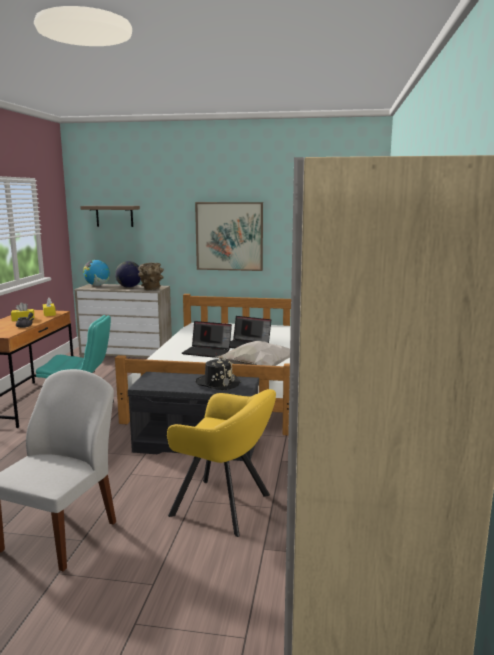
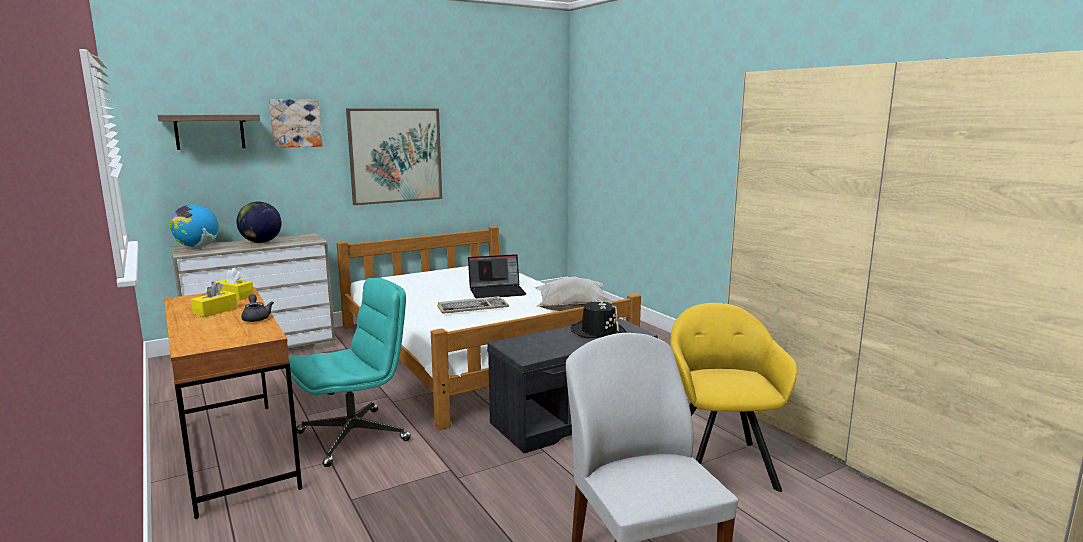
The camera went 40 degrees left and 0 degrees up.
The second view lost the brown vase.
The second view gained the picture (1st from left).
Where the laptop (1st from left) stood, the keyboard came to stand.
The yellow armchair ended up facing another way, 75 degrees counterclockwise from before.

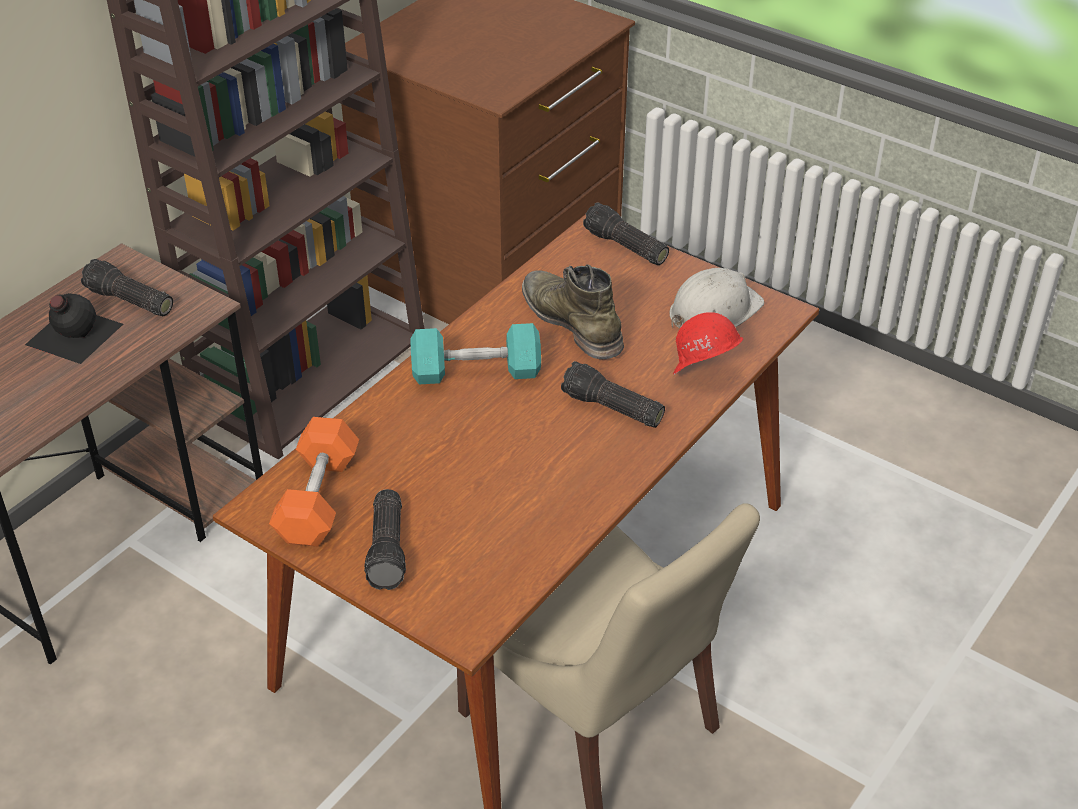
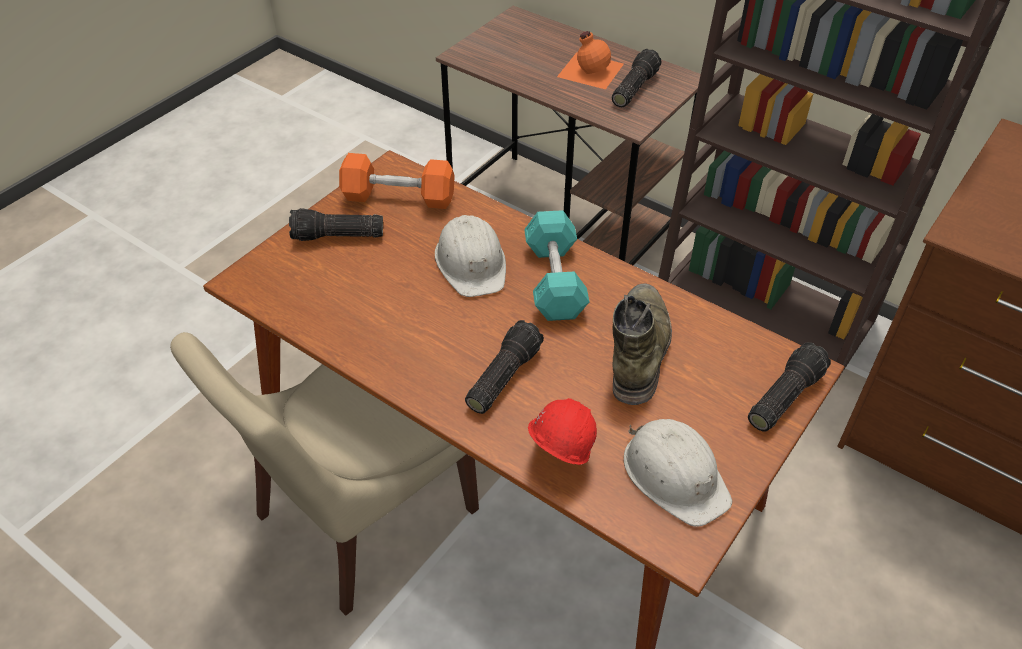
The camera went 90 degrees right and 5 degrees up.
The second view gained the white hard hat (1st from left).
What was the black bottle turned into the orange bottle.
The green boot ended up facing another way, 45 degrees counterclockwise from before.

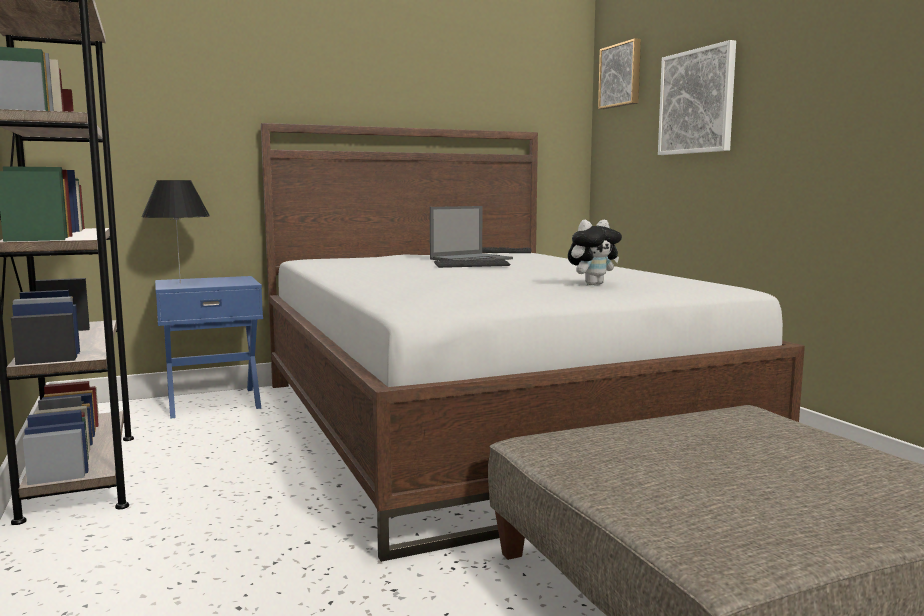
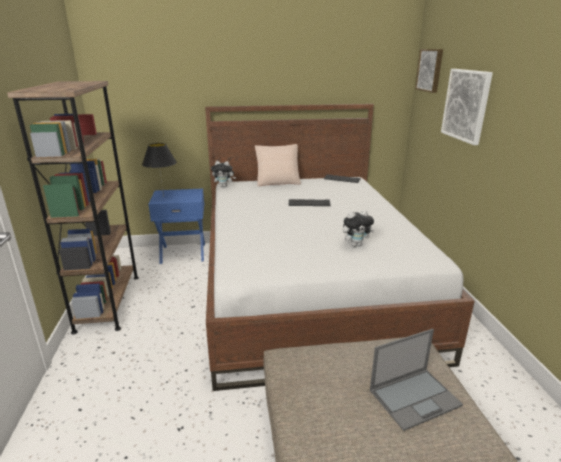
The camera went 15 degrees right and 15 degrees up.
The second view gained the plush toy (1st from left).
The second view gained the beige pillow.
The laptop ended up elsewhere.

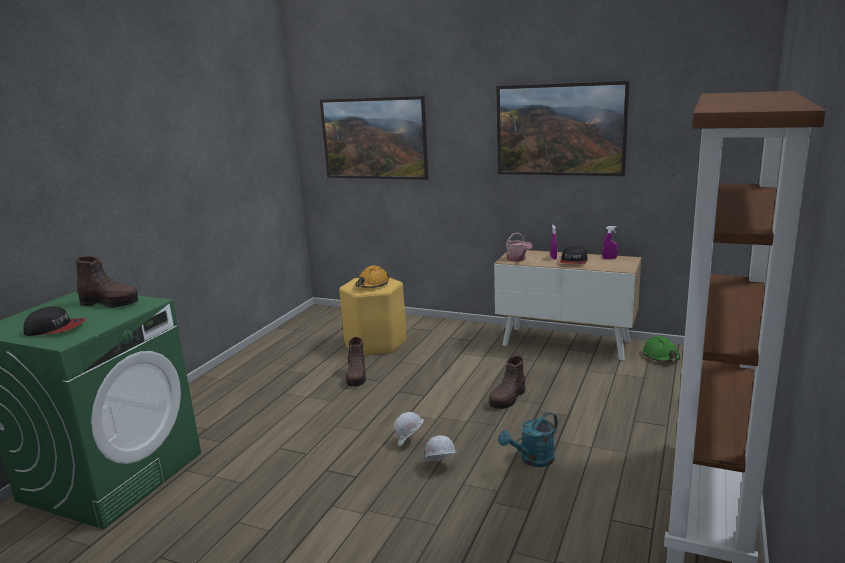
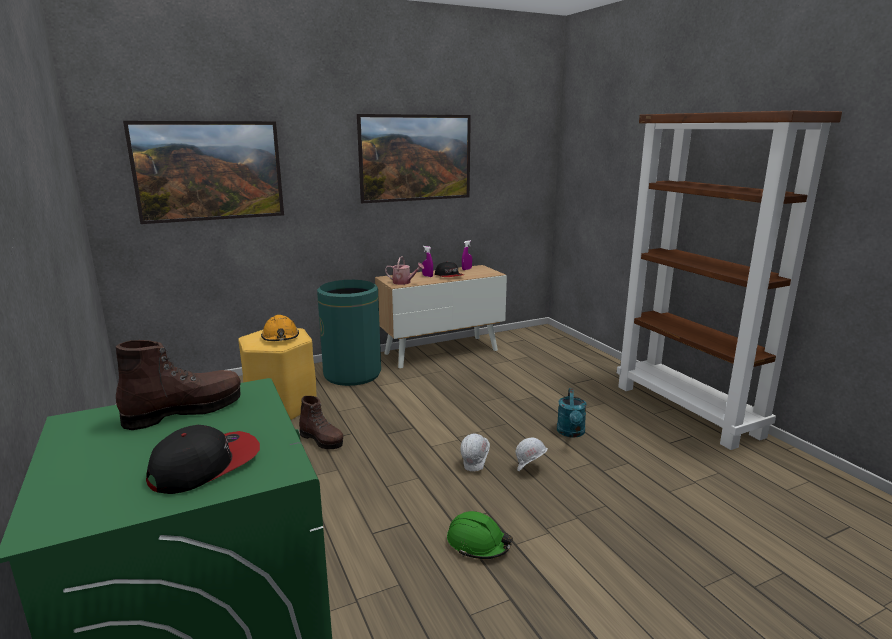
The camera went 50 degrees left and 0 degrees up.
The second view lost the brown boot (3rd from left).
The second view gained the green trash can.
The green hard hat ended up elsewhere.

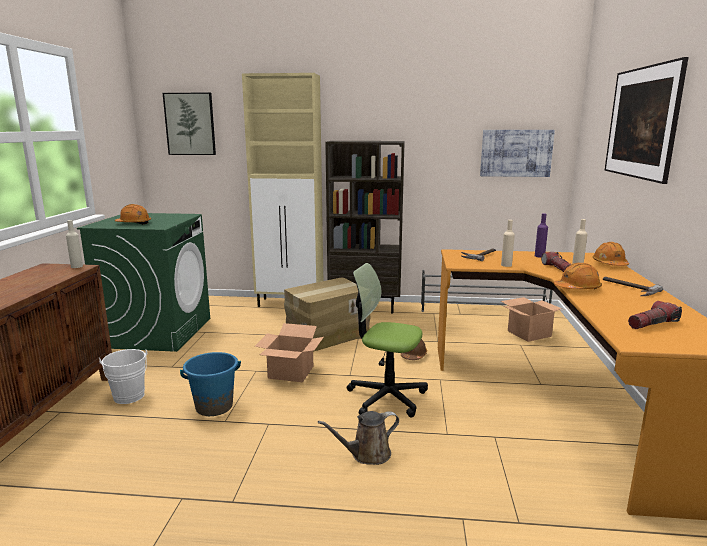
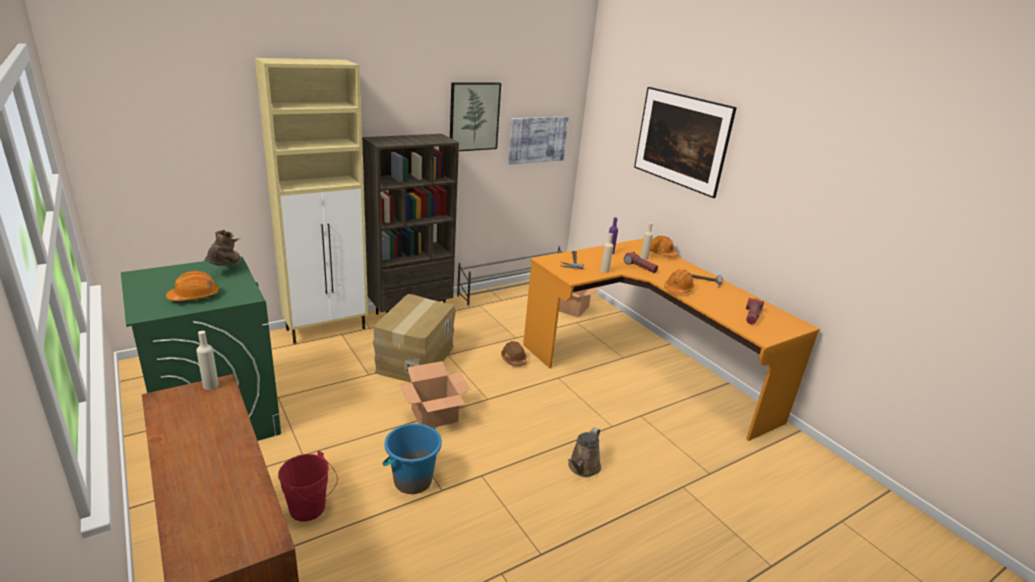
The camera went 40 degrees left and 10 degrees up.
The second view lost the office chair.
The second view gained the brown boot.
The picture (1st from left) ended up elsewhere.
What was the white bucket turned into the red bucket.

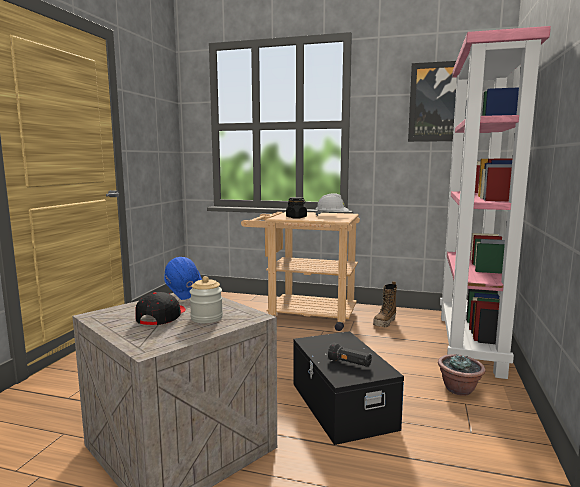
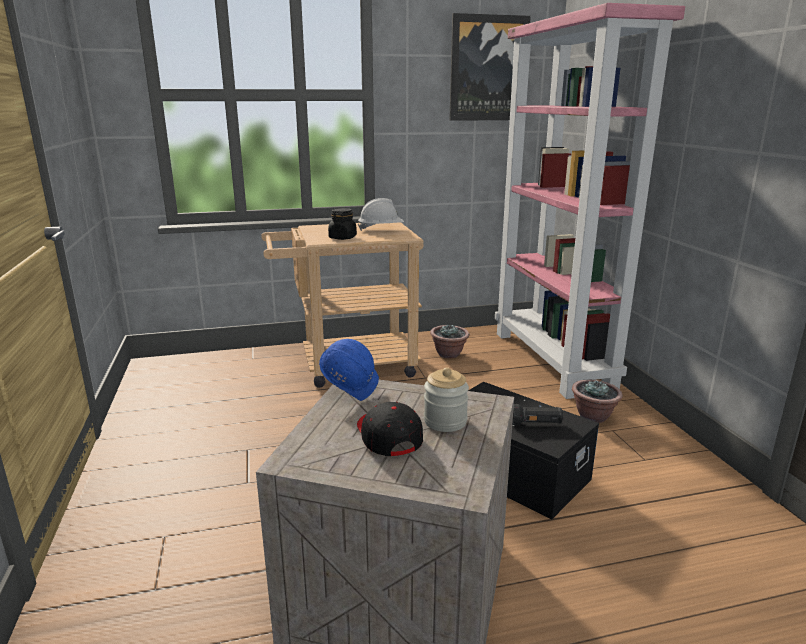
The camera went 30 degrees left and 10 degrees up.
Where the boot stood, the potted plant (1st from left) came to stand.

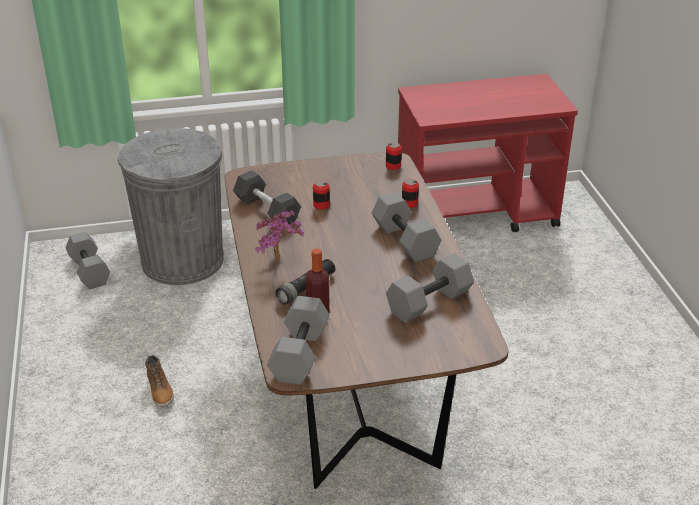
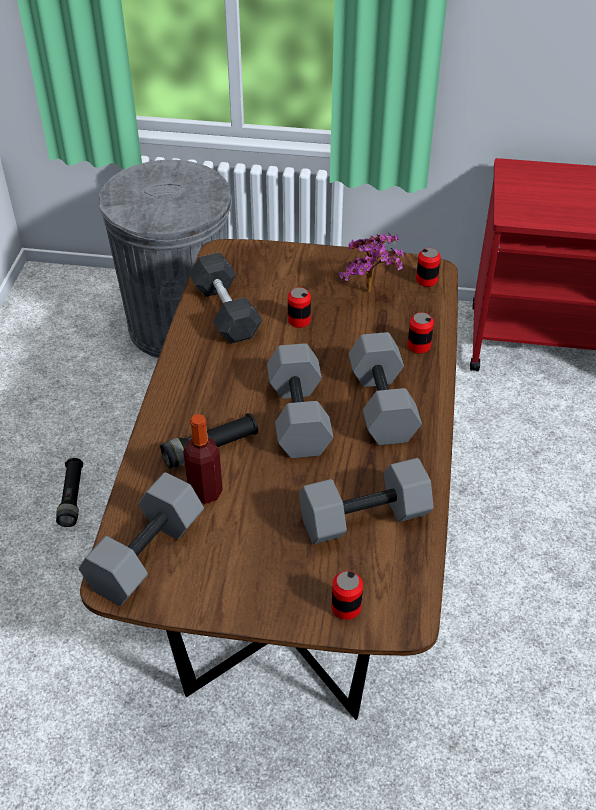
The camera went 20 degrees right and 10 degrees up.
The second view gained the can (2nd from left).
The grey dumbbell (1st from left in the first image) ended up elsewhere.
The potted plant ended up elsewhere.
Where the boot stood, the black flashlight (1st from left) came to stand.

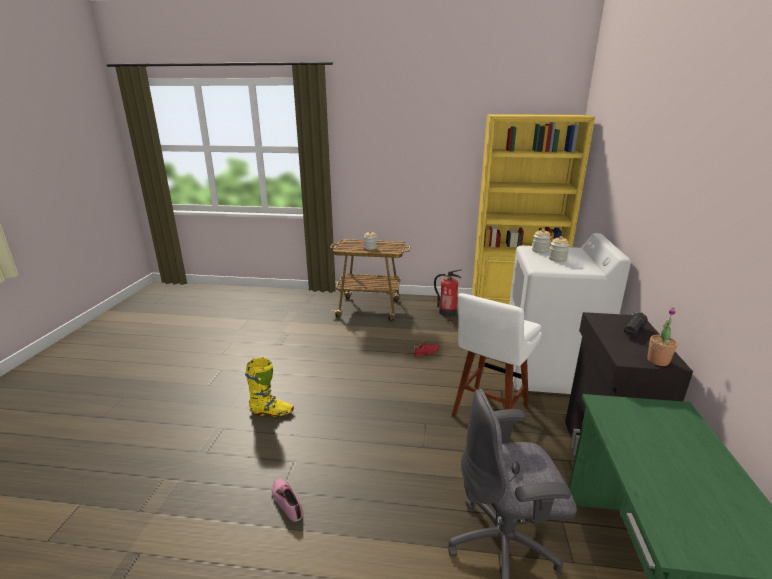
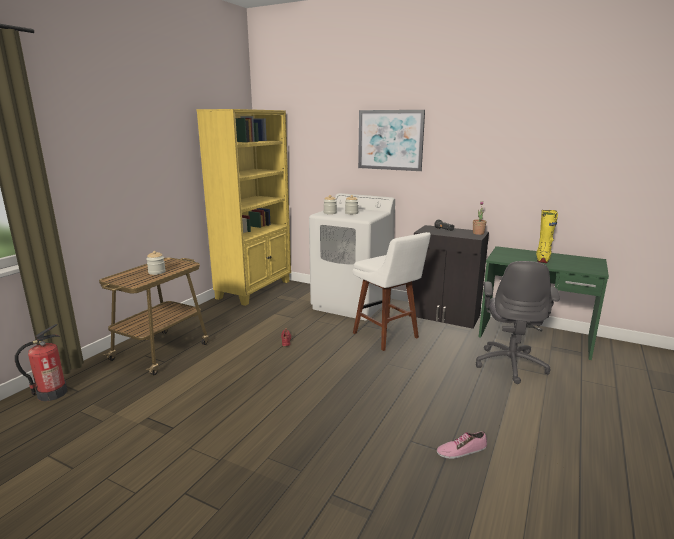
The camera went 70 degrees left and 5 degrees down.
The second view gained the picture.
The yellow boot ended up elsewhere.
The fire extinguisher ended up elsewhere.

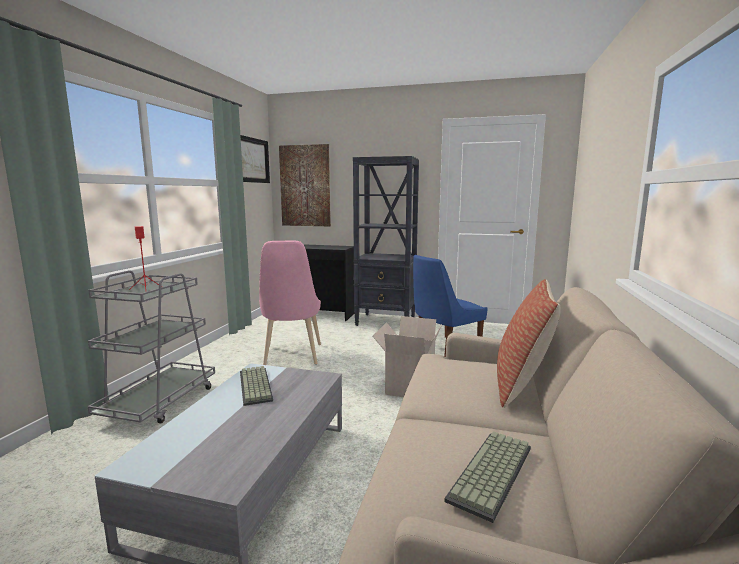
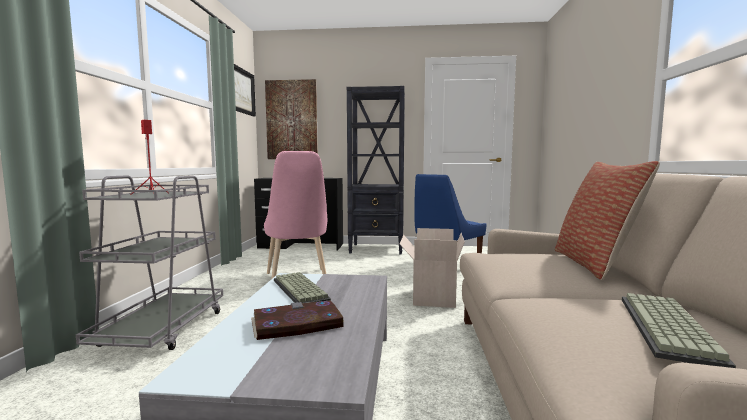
The camera went 10 degrees left and 5 degrees down.
The second view gained the book.

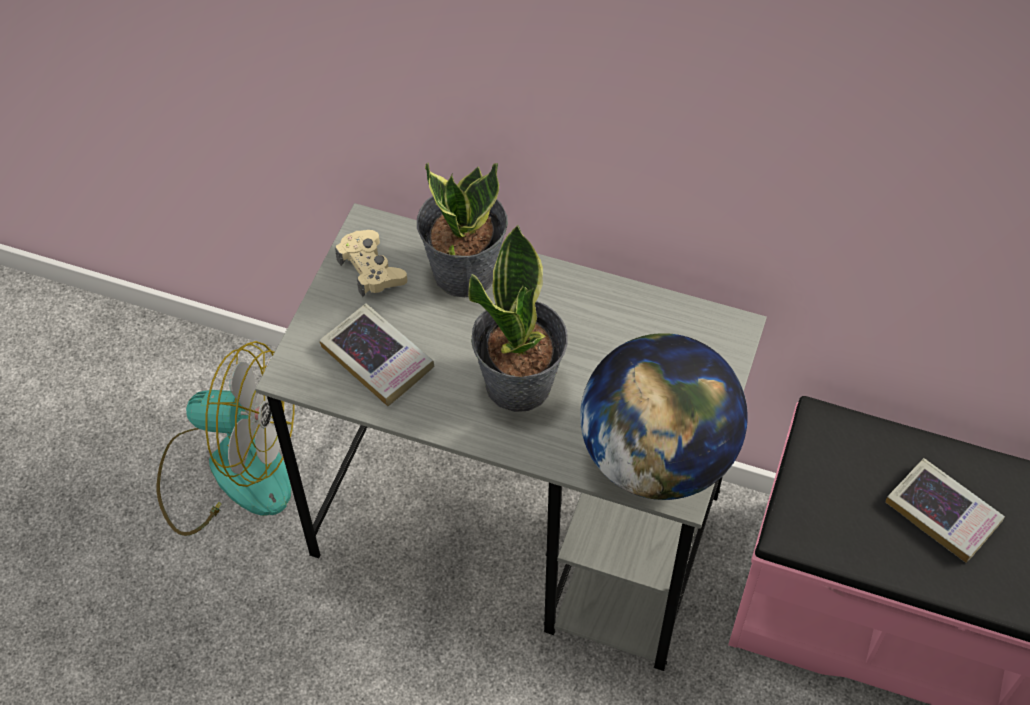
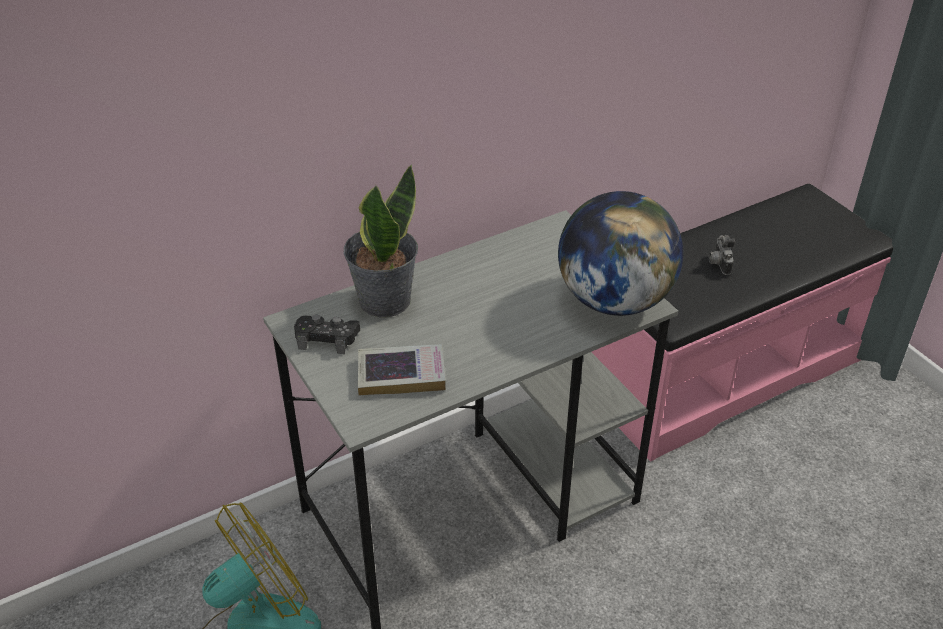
The camera went 50 degrees left and 15 degrees down.
The second view lost the potted plant (2nd from left).
Where the book (2nd from left) stood, the photo camera came to stand.
What was the beige game controller turned into the black game controller.

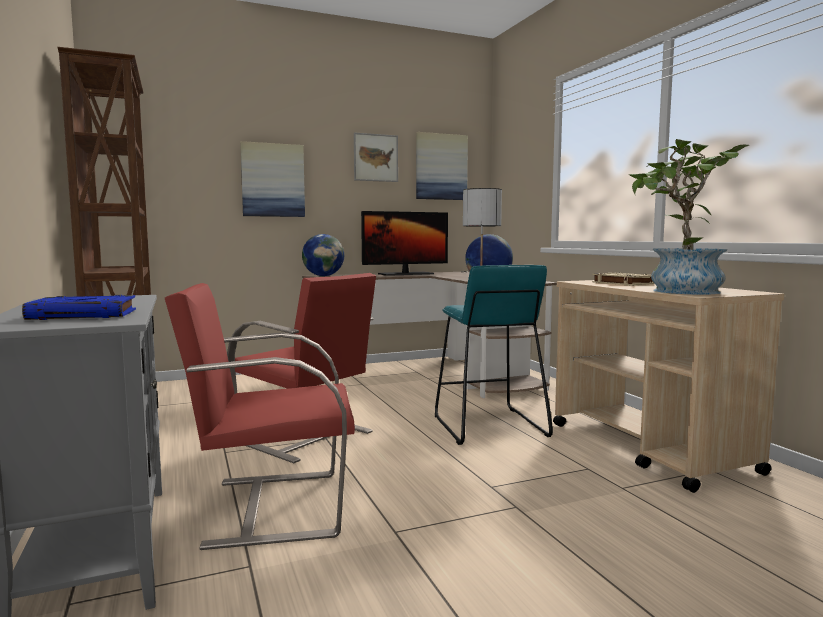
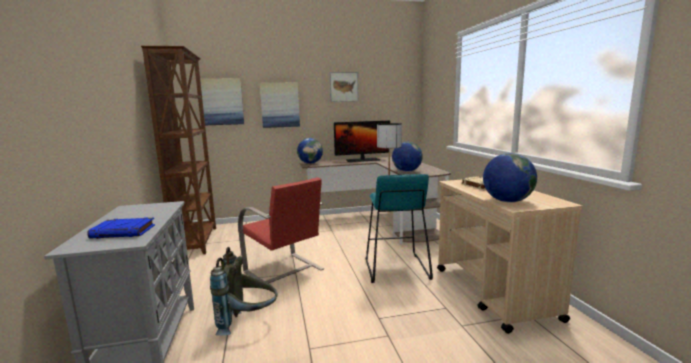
The camera went 10 degrees right and 5 degrees up.
The picture (3rd from left in the first image) ended up elsewhere.
Where the red chair (1st from left) stood, the grey backpack came to stand.
Where the potted plant stood, the globe (3rd from left) came to stand.

